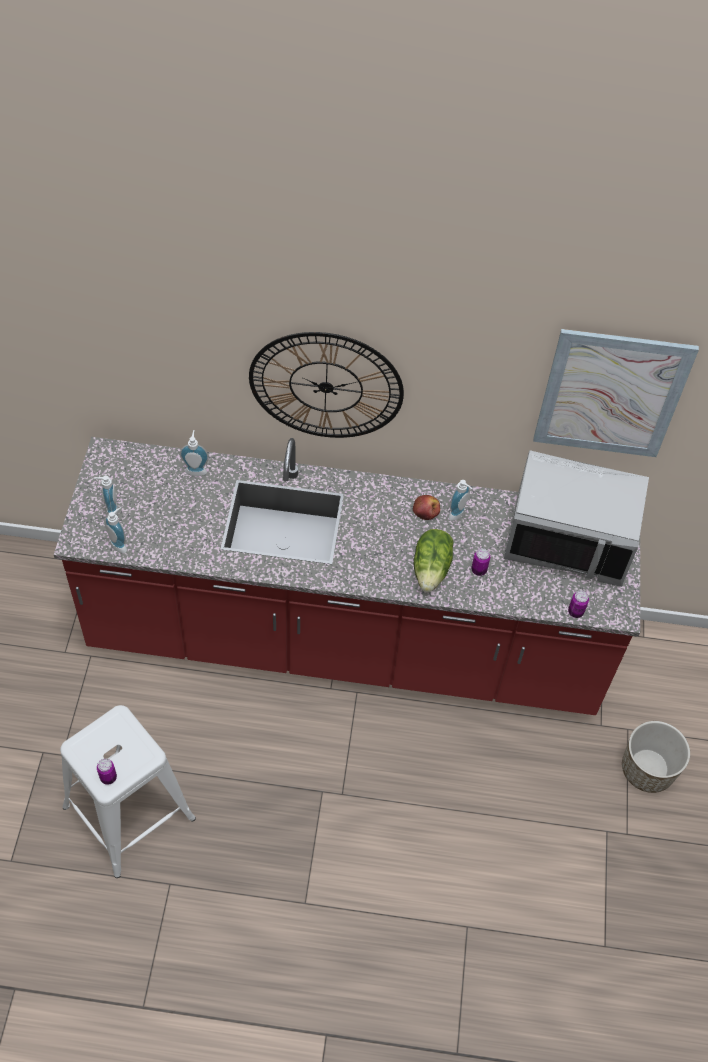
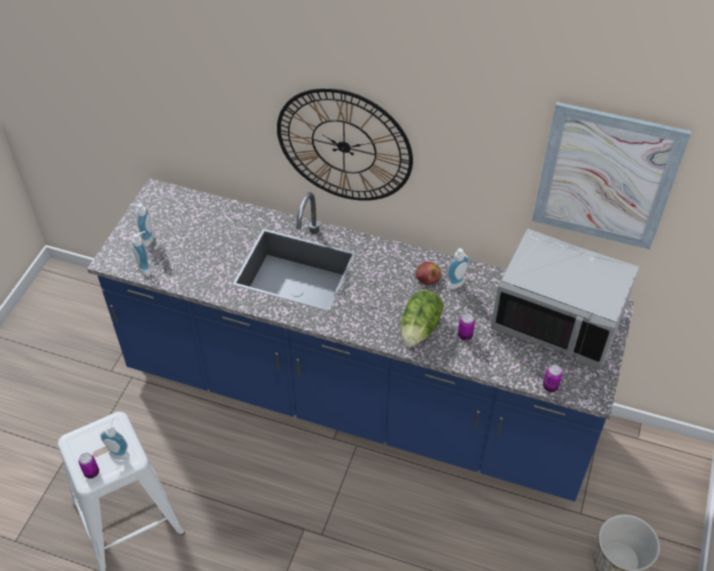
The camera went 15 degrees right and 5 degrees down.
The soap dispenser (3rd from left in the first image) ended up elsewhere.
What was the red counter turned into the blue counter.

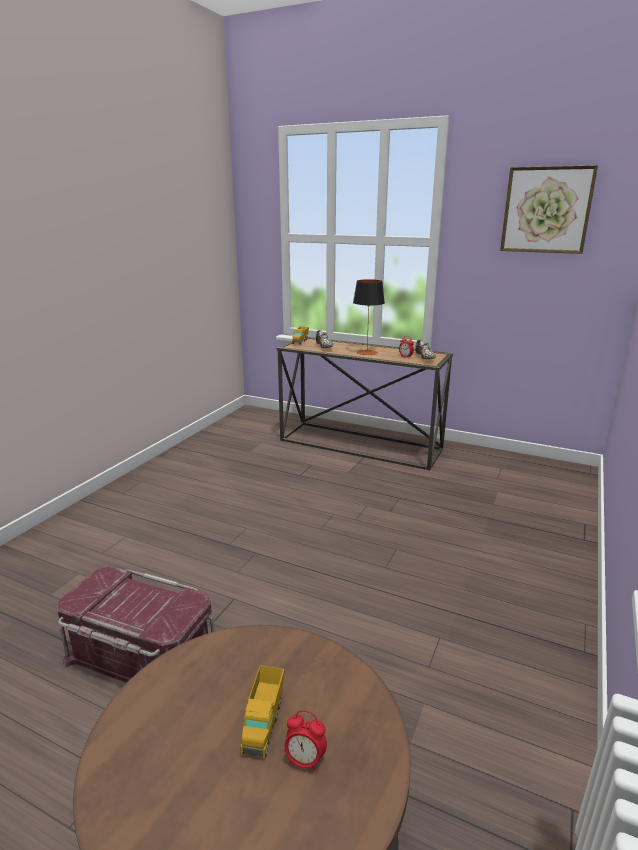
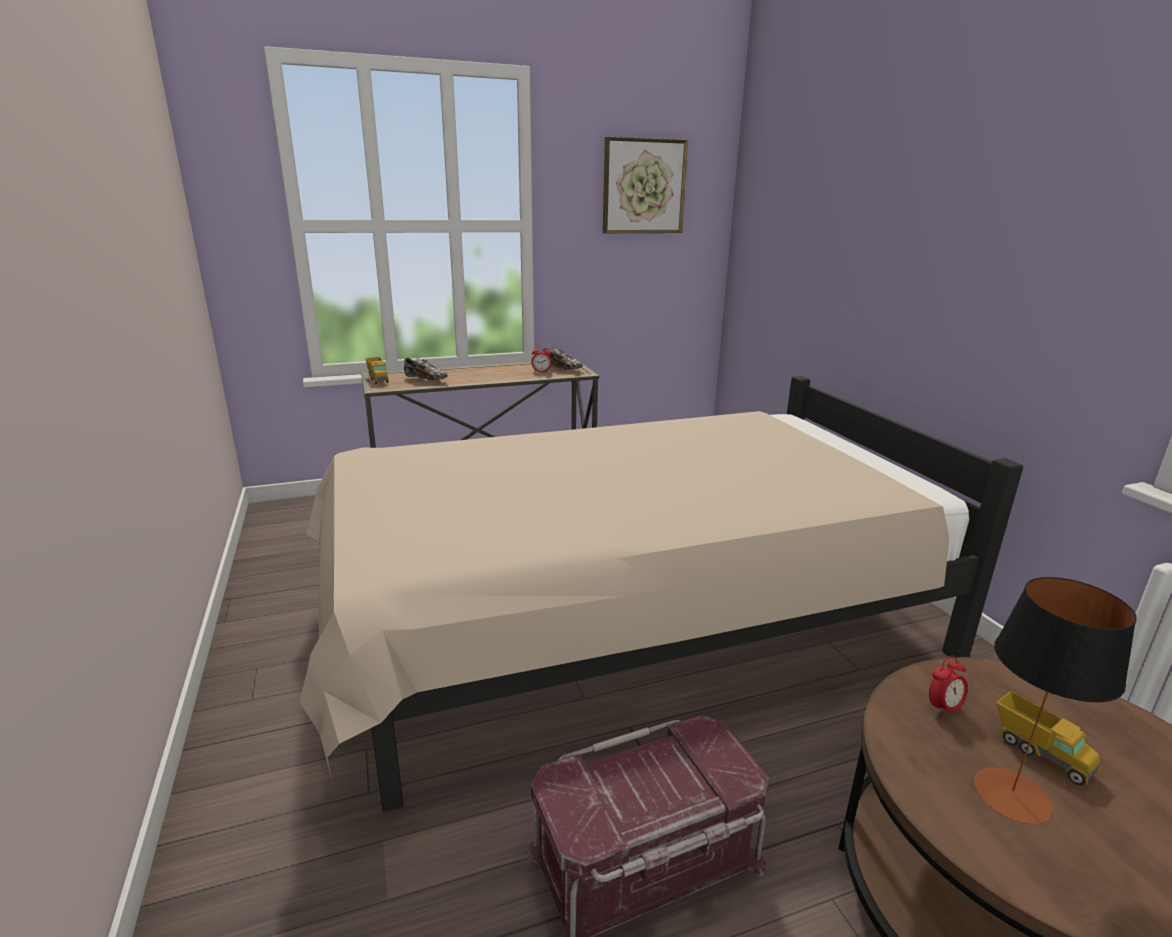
The camera went 45 degrees left and 0 degrees up.
The second view gained the beige bed.
The alarm clock (1st from left in the first image) ended up elsewhere.
The table lamp ended up elsewhere.

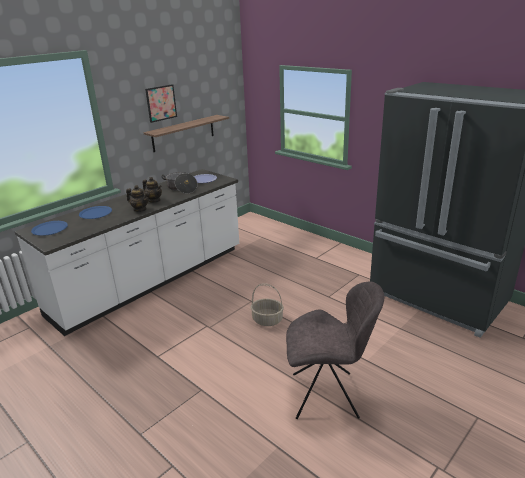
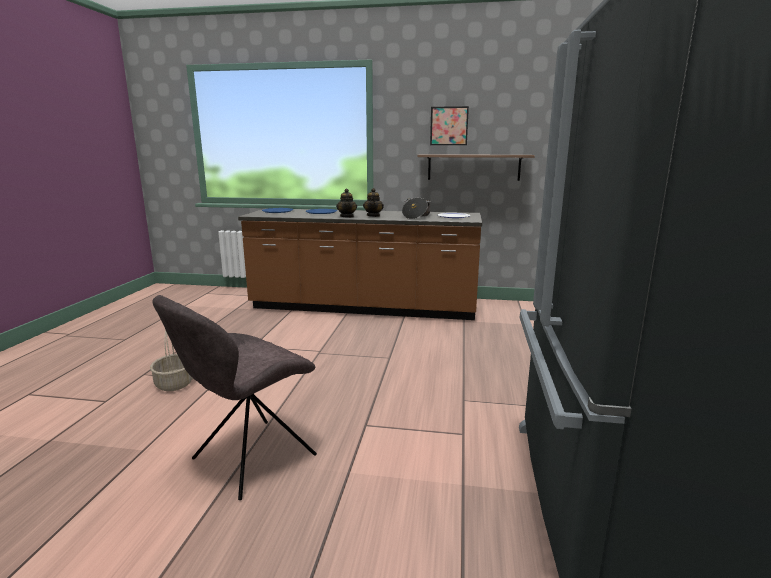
The camera went 55 degrees right and 10 degrees down.
The basket ended up elsewhere.
What was the white counter turned into the brown counter.
The grey chair ended up facing another way, 75 degrees clockwise from before.

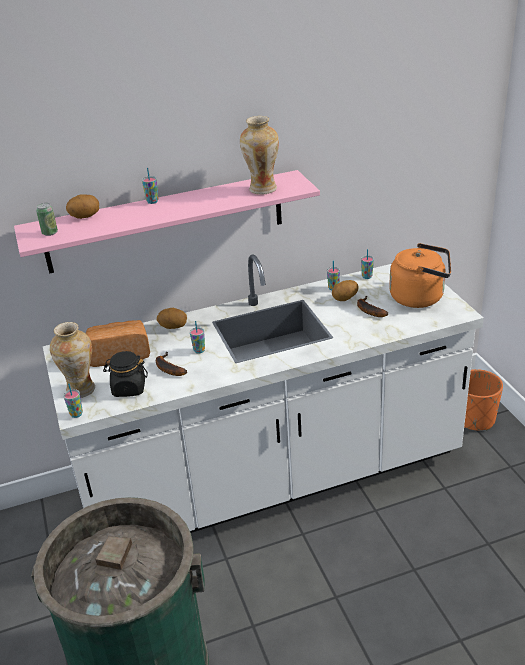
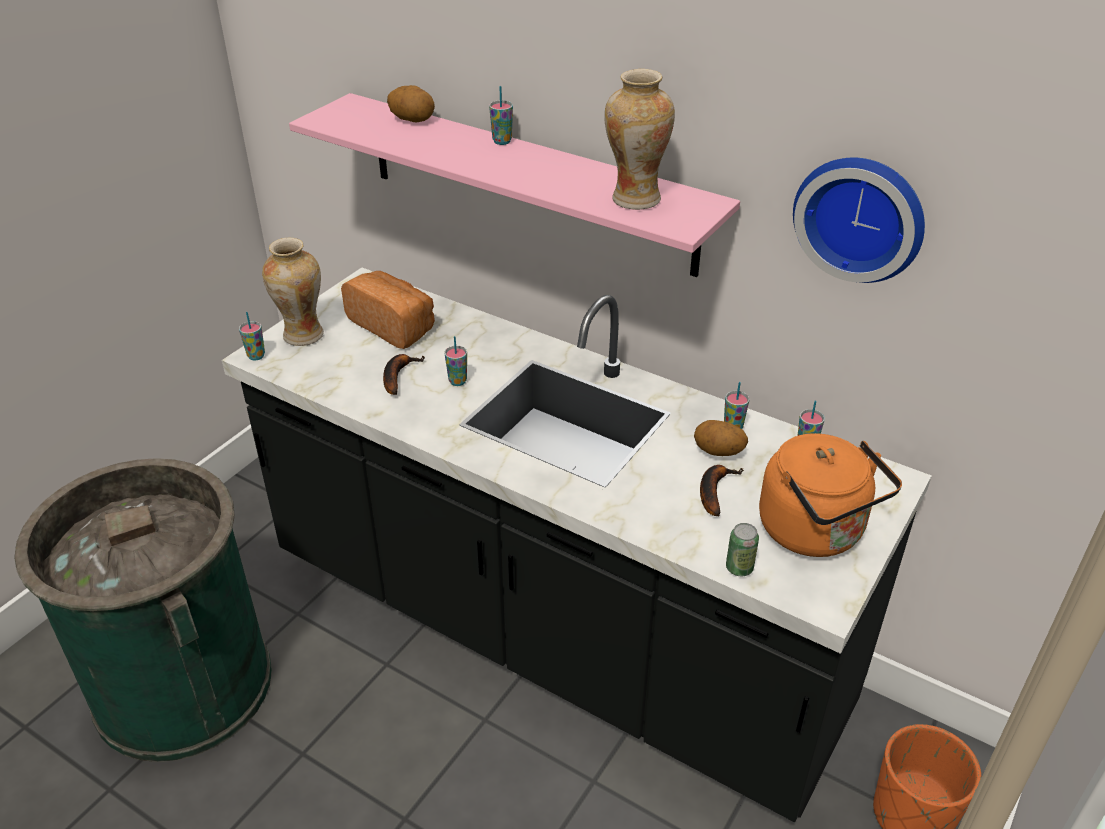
The camera went 50 degrees right and 5 degrees up.
The second view lost the black jar.
The second view lost the potato (2nd from left).
The second view gained the wall clock.
The can ended up elsewhere.
What was the white counter turned into the black counter.

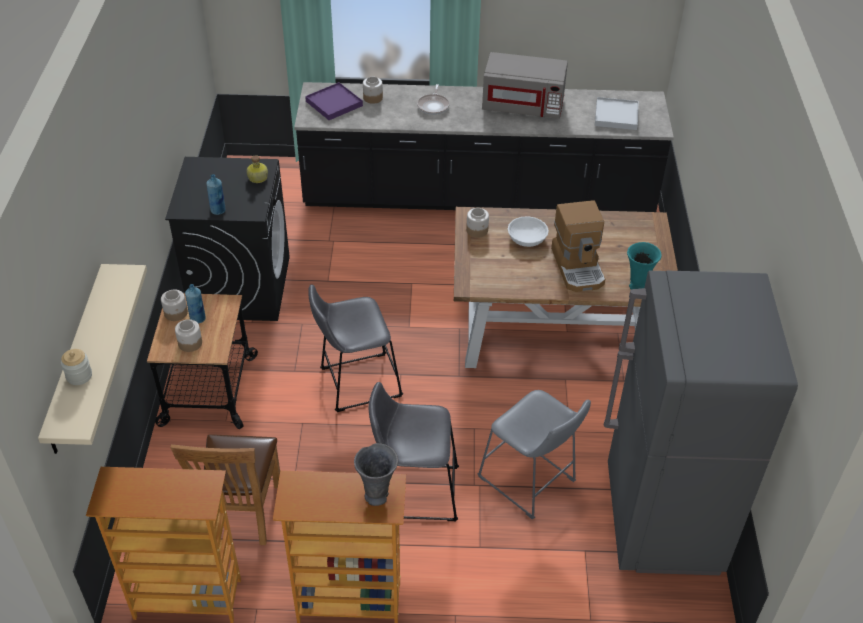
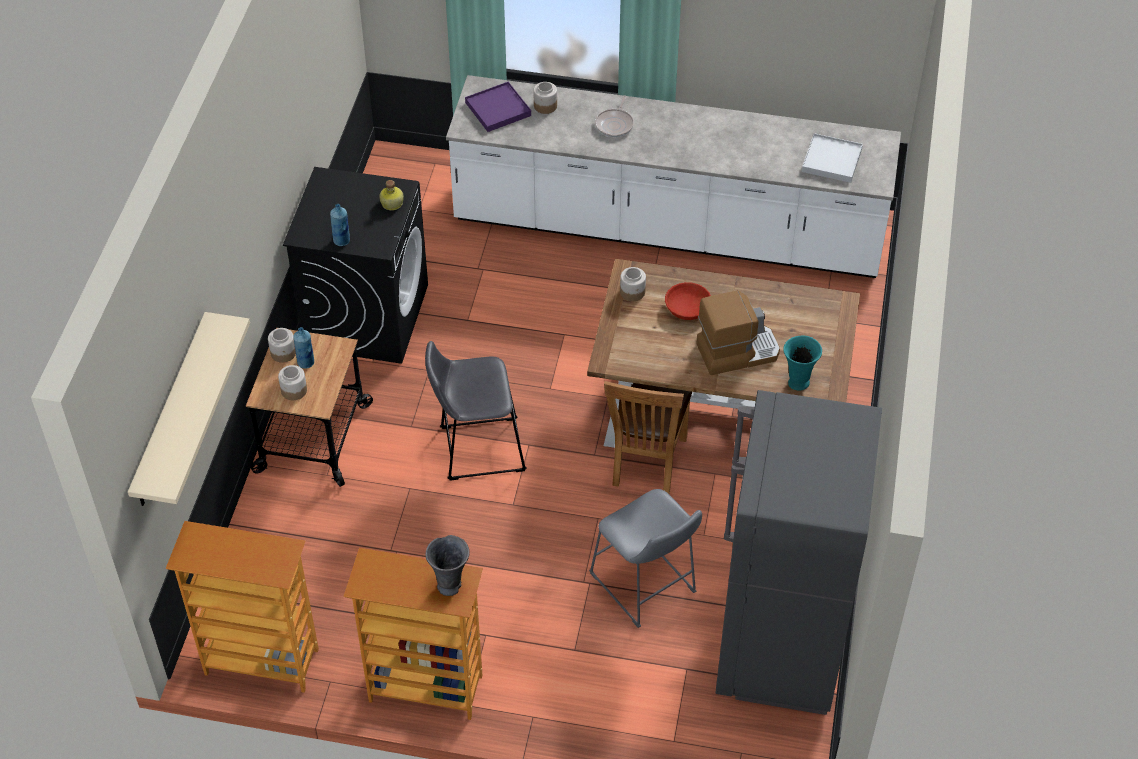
The camera went 10 degrees right and 5 degrees up.
The second view lost the jar (1st from left).
The second view lost the grey stool (2nd from left).
The second view lost the grey microwave.
The brown chair ended up elsewhere.
What was the black counter turned into the white counter.
What was the white bowl turned into the red bowl.
The coffee machine ended up facing another way, 105 degrees counterclockwise from before.

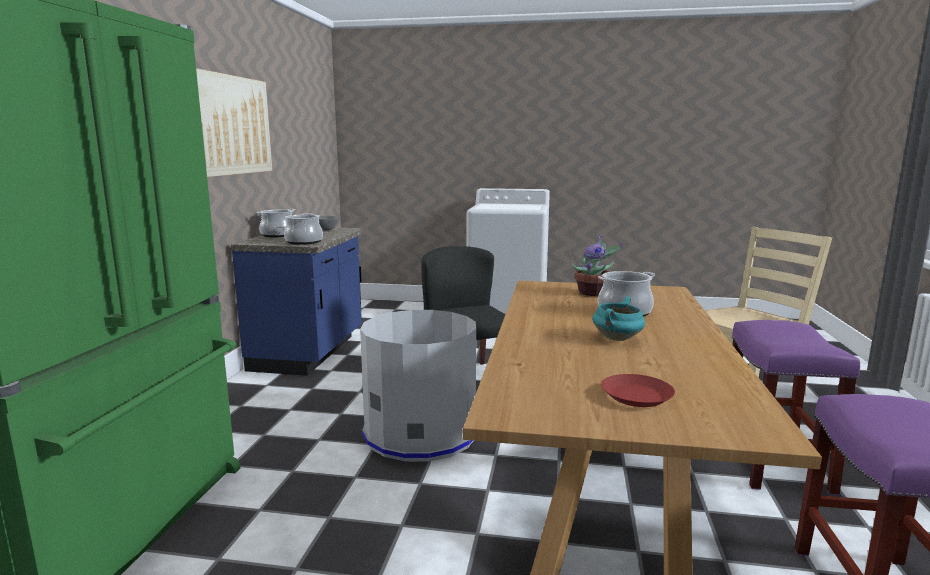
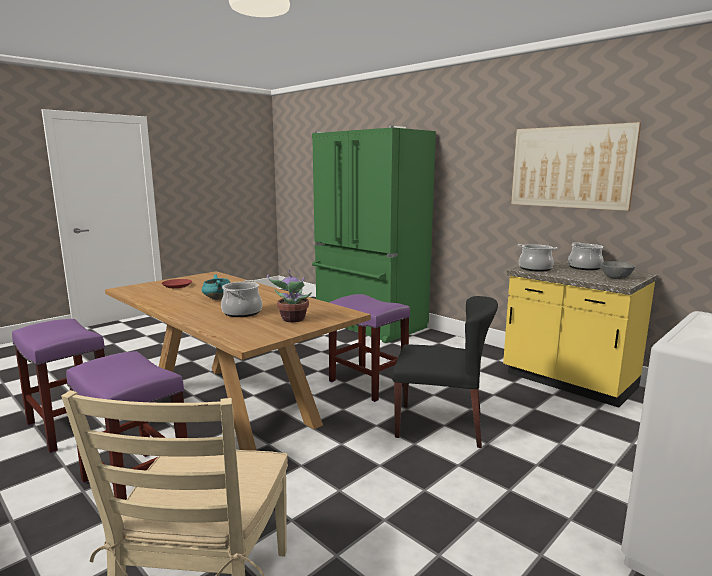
The camera went 125 degrees right and 0 degrees up.
Where the grey trash can stood, the purple stool (3rd from left) came to stand.
What was the blue counter turned into the yellow counter.

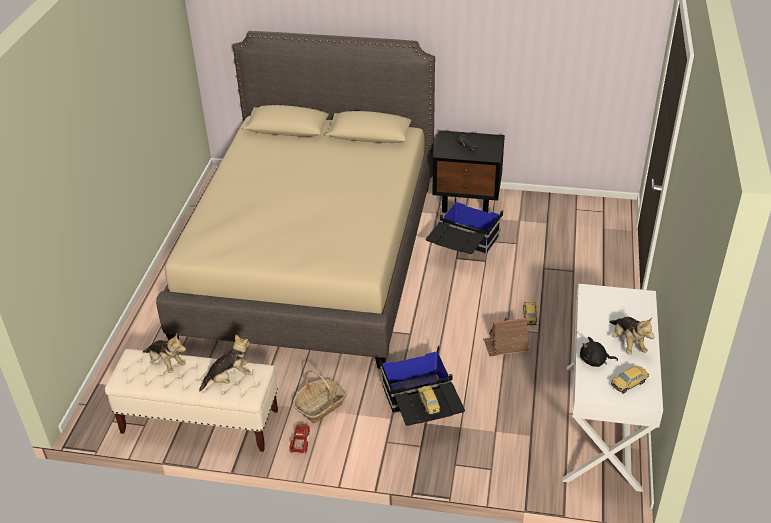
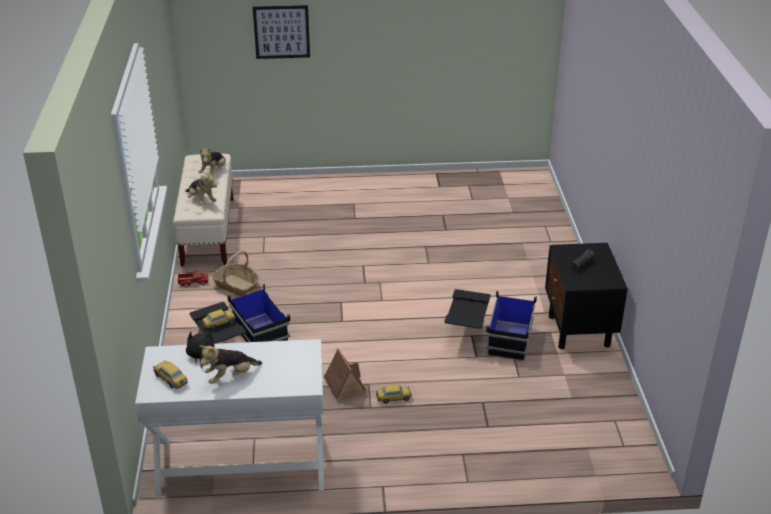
The camera went 75 degrees right and 5 degrees down.
The second view lost the beige bed.
The second view gained the picture.

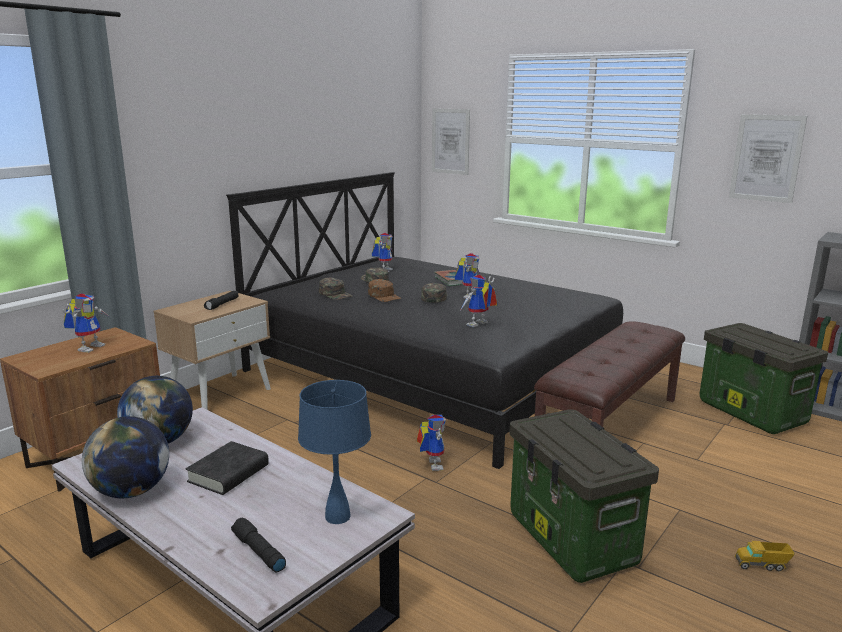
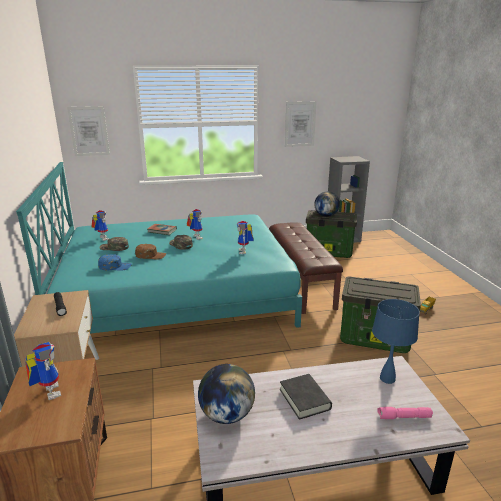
The camera went 50 degrees left and 5 degrees up.
The second view lost the toy robot (3rd from left).
The globe (1st from left in the first image) ended up elsewhere.
What was the black bed turned into the turquoise bed.
What was the black flashlight (2nd from left) turned into the pink flashlight.
What was the green cap (1st from left) turned into the blue cap.

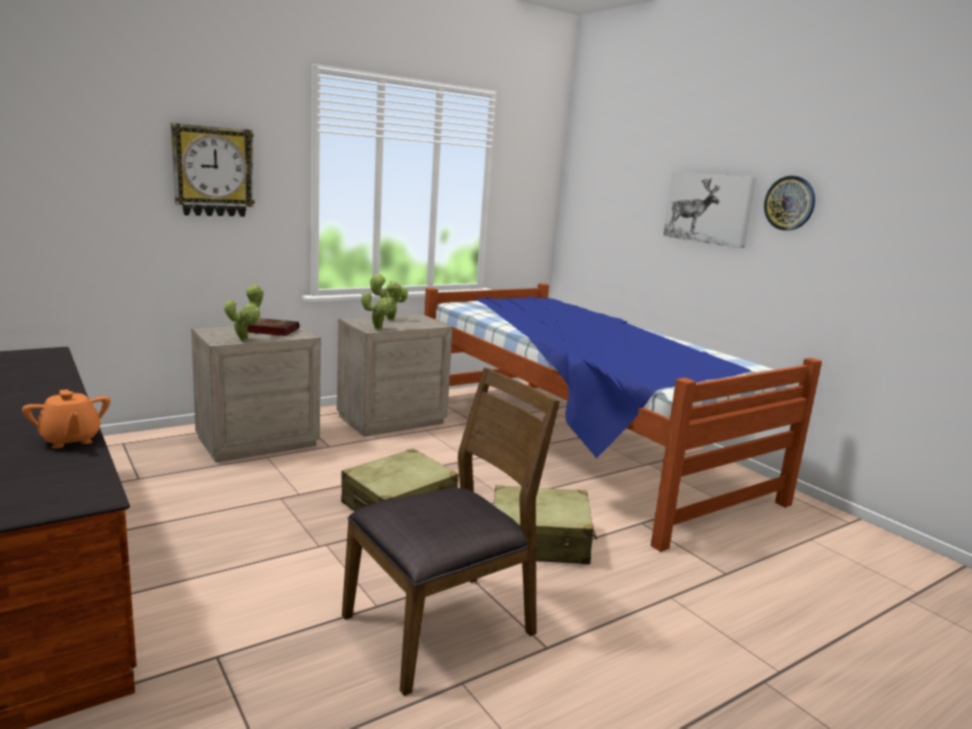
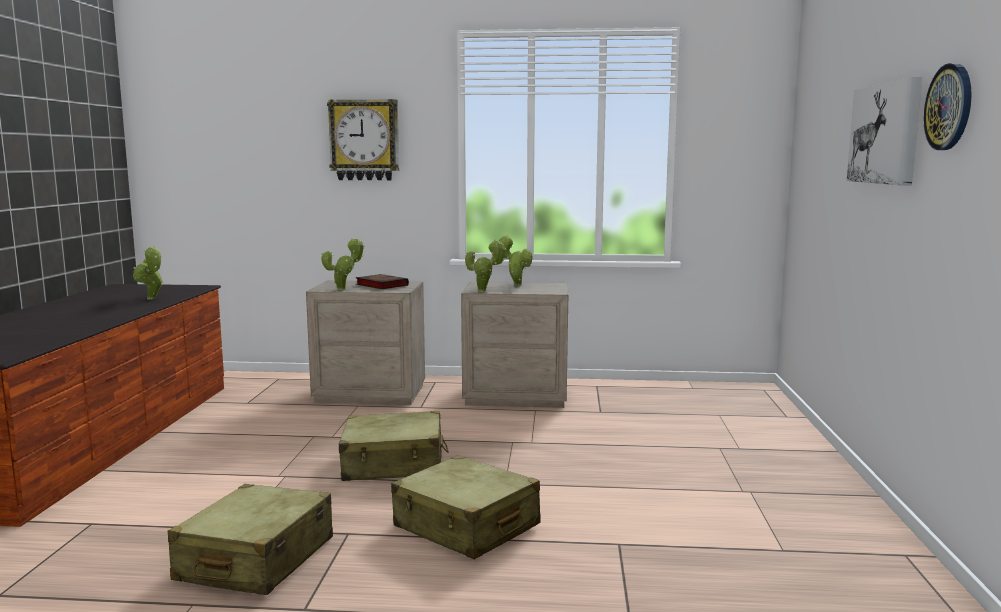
The camera went 40 degrees right and 5 degrees down.
The second view lost the orange teapot.
The second view lost the bed.
The second view gained the potted plant (1st from left).
Where the brown chair stood, the beige suitcase (1st from left) came to stand.

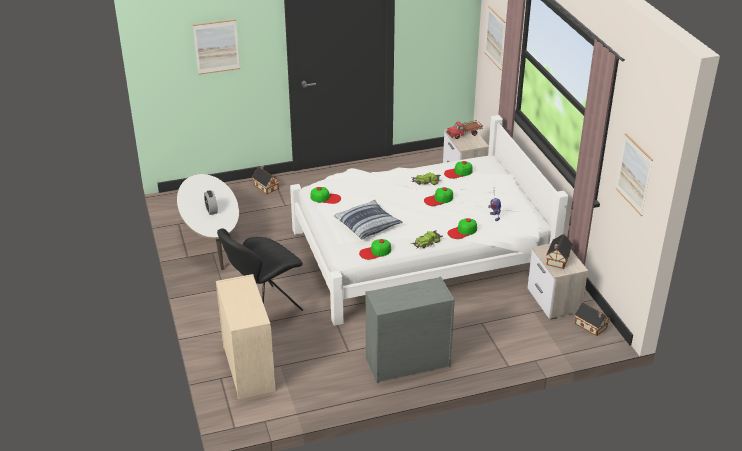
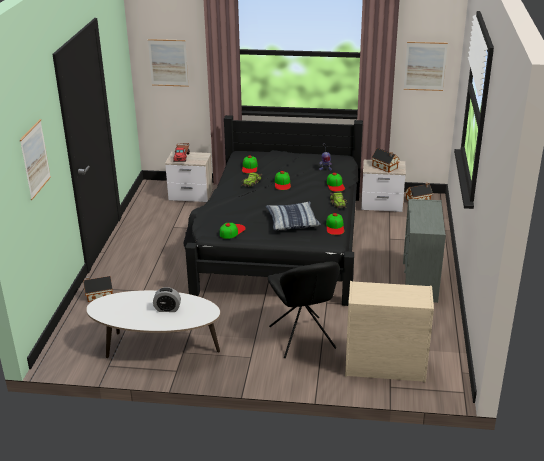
The camera went 65 degrees left and 5 degrees down.
What was the white bed turned into the black bed.

